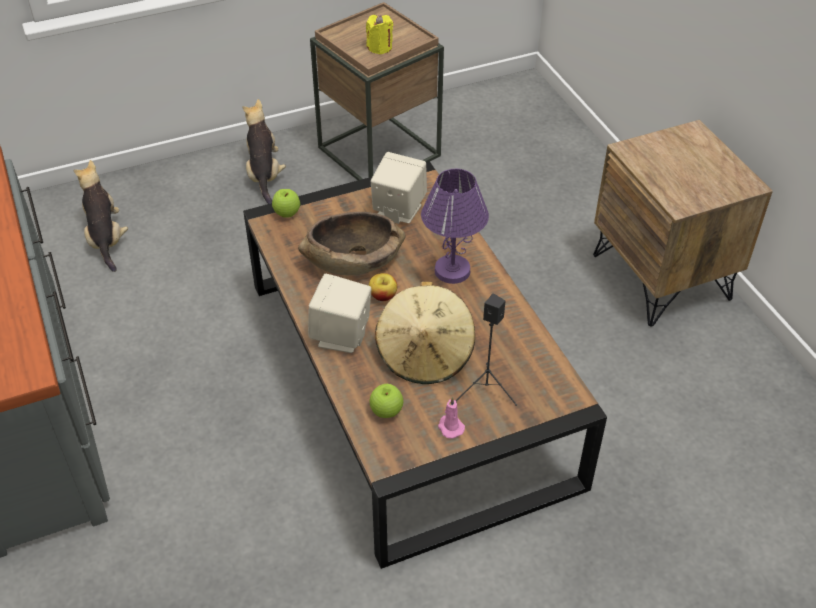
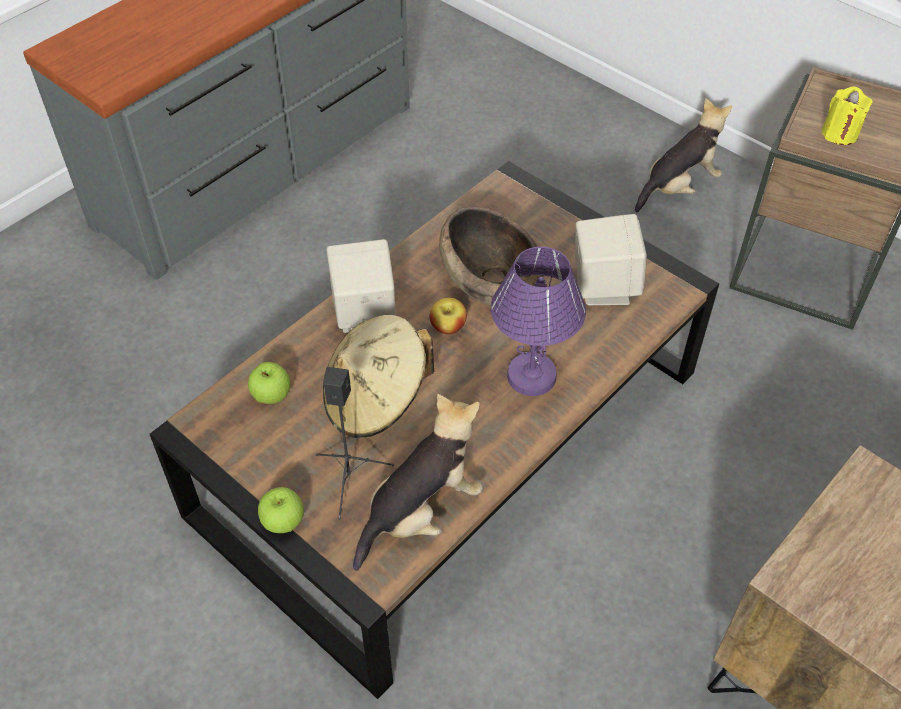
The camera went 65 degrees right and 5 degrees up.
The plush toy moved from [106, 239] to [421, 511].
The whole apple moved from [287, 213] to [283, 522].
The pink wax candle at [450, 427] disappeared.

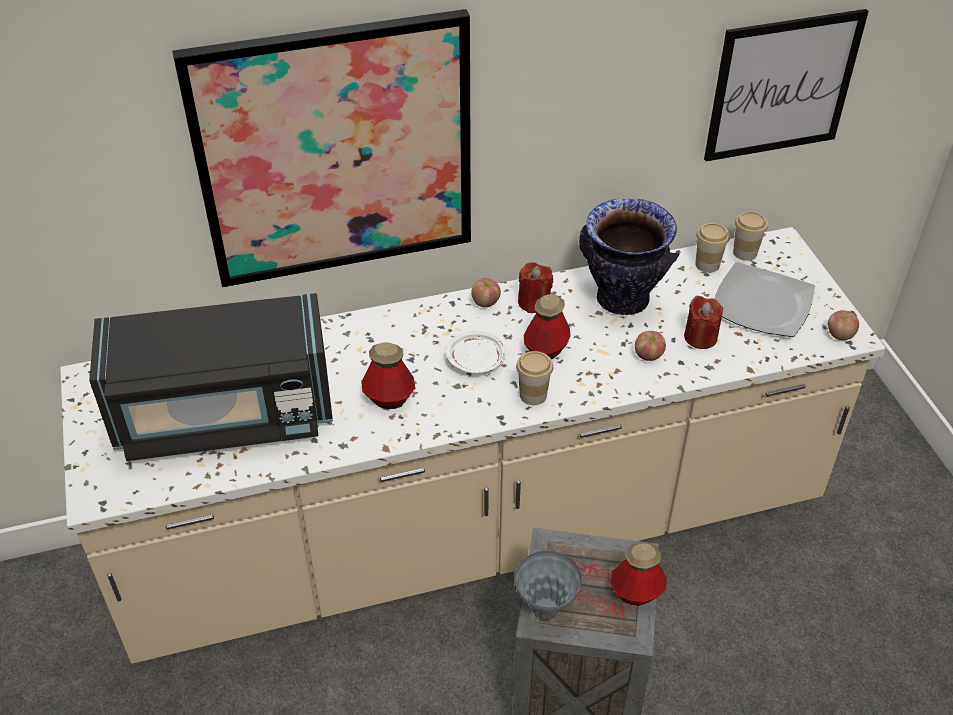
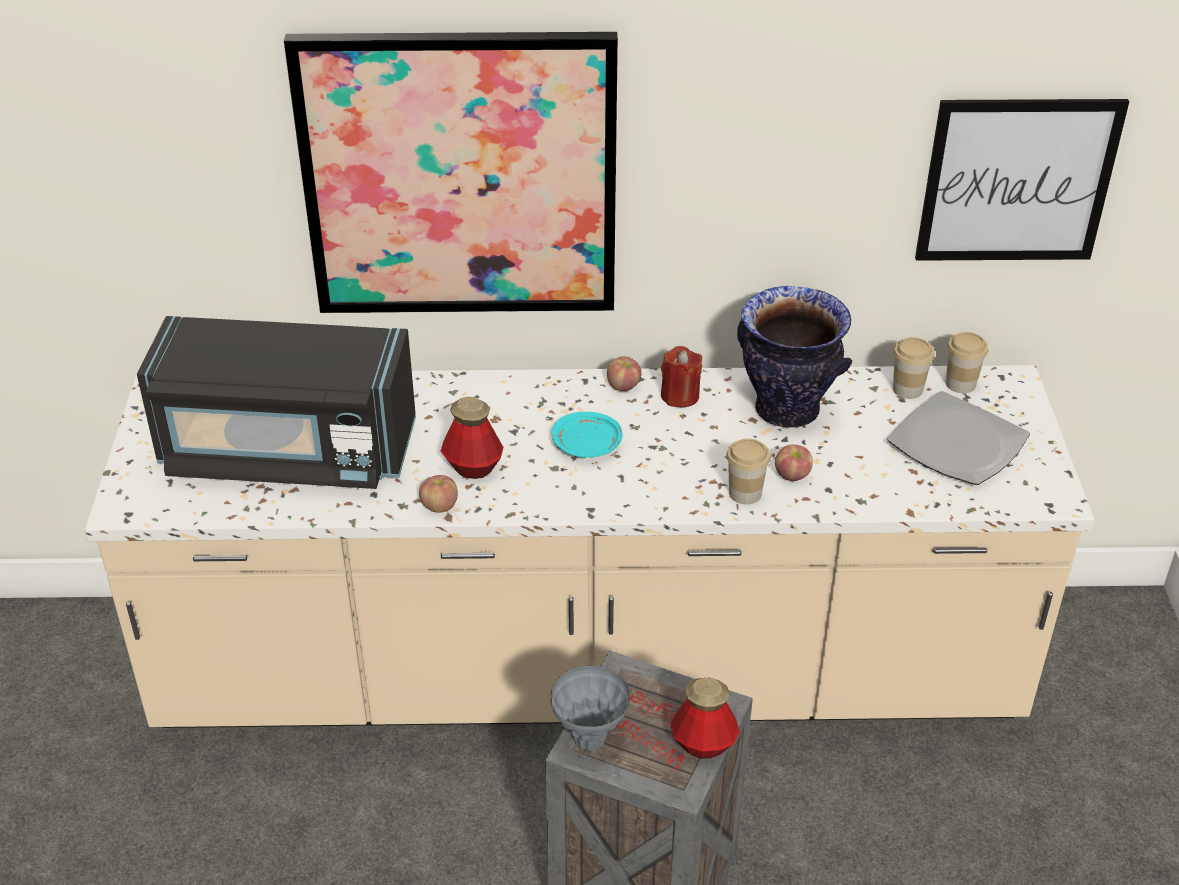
The camera went 15 degrees right and 5 degrees down.
The beverage bottle at [546, 349] disappeared.
The red wax candle at [700, 337] disappeared.
The whole apple moved from [839, 335] to [439, 506].
The whitish flat dish at [476, 360] became the turquoise-coloured flat dish at [588, 445].
The small cup moved from [533, 395] to [745, 493].

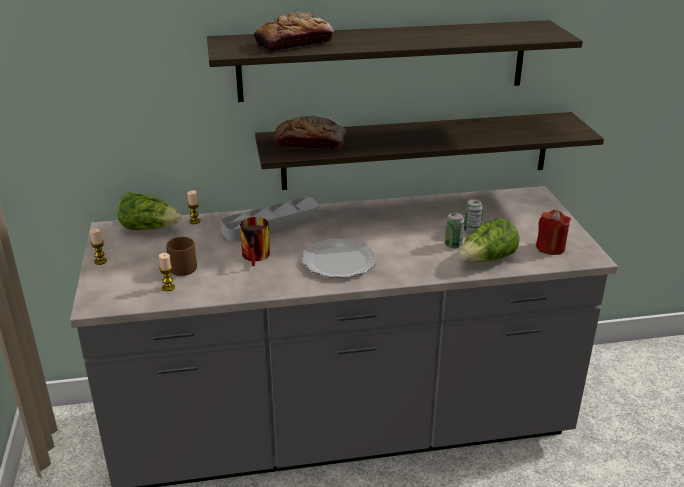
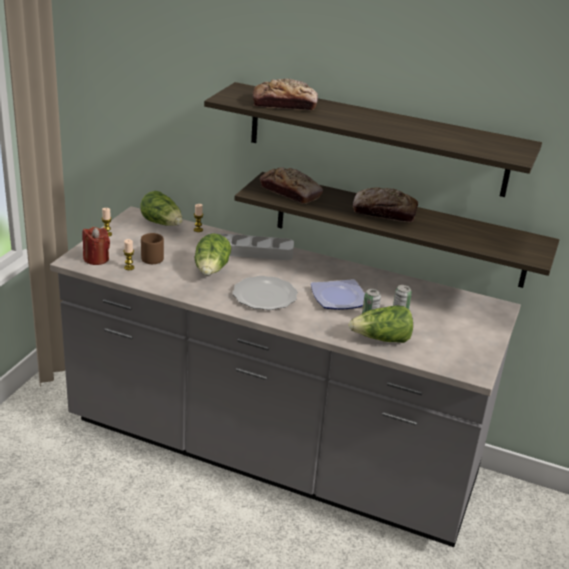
The camera went 30 degrees right and 0 degrees up.
The red wax candle moved from [550, 248] to [96, 259].
The coffee mug at [258, 256] was replaced by the head of lettuce at [211, 270].
The bakery bread at [384, 212] appeared.
The flat dish at [340, 298] appeared.

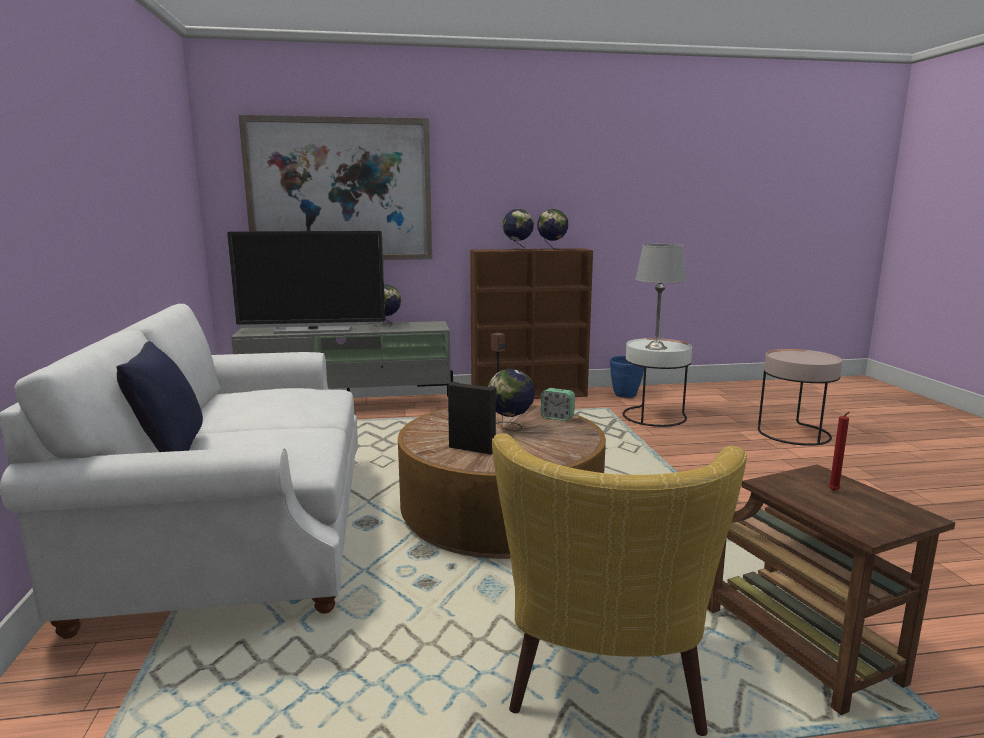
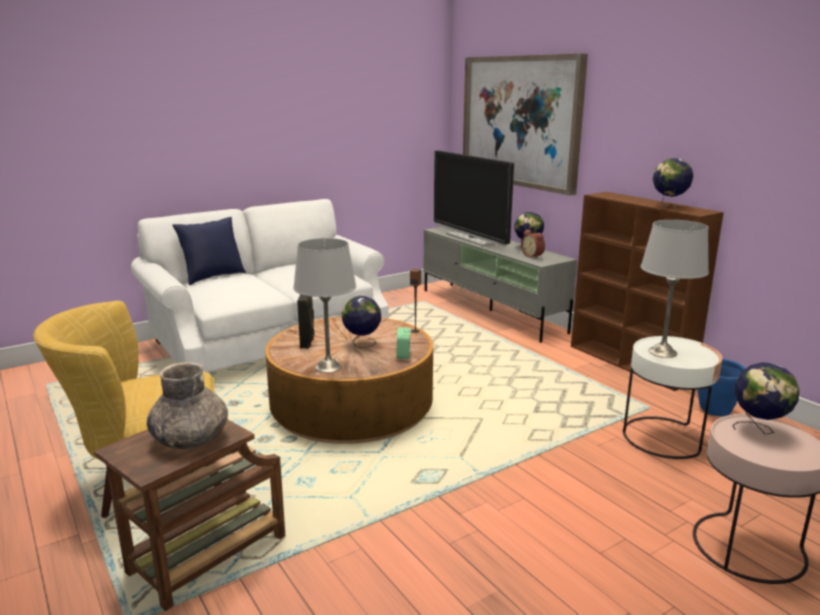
The camera went 65 degrees right and 5 degrees up.
The desk globe moved from [517, 249] to [758, 430].
The red wax candle at [834, 491] was replaced by the grey decorative vase at [190, 439].
The table clock at [533, 256] appeared.
The grey tabletop lamp at [328, 367] appeared.

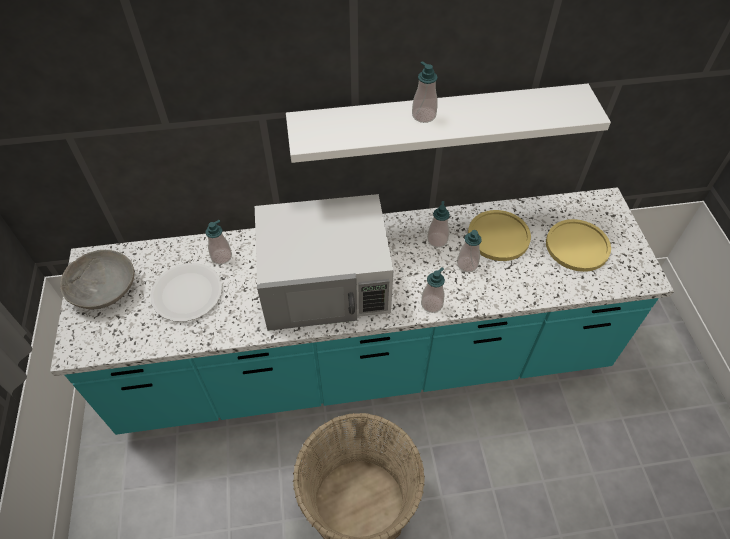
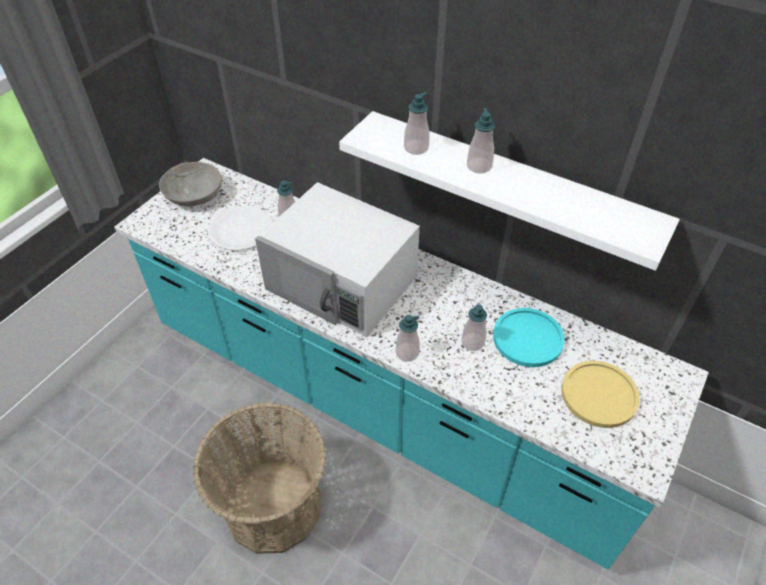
The camera went 40 degrees right and 5 degrees down.
The liquid soap bottle moved from [437, 240] to [416, 148].
The yellow-coloured flat dish at [498, 236] became the turquoise-coloured flat dish at [528, 338].

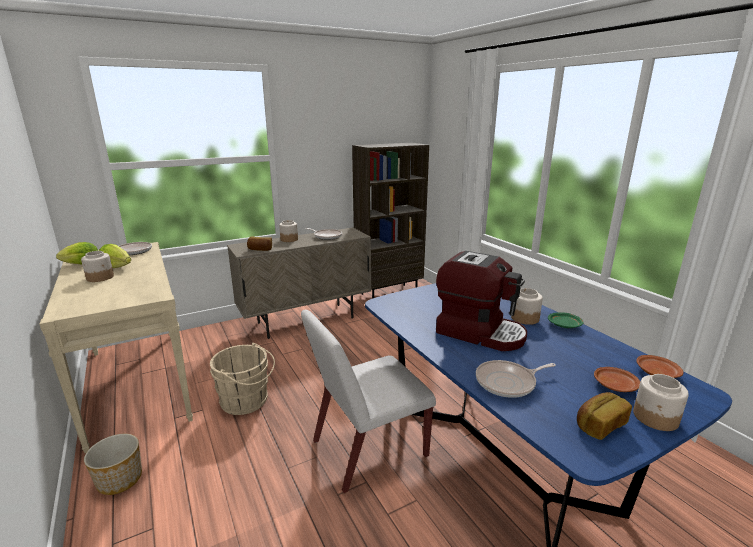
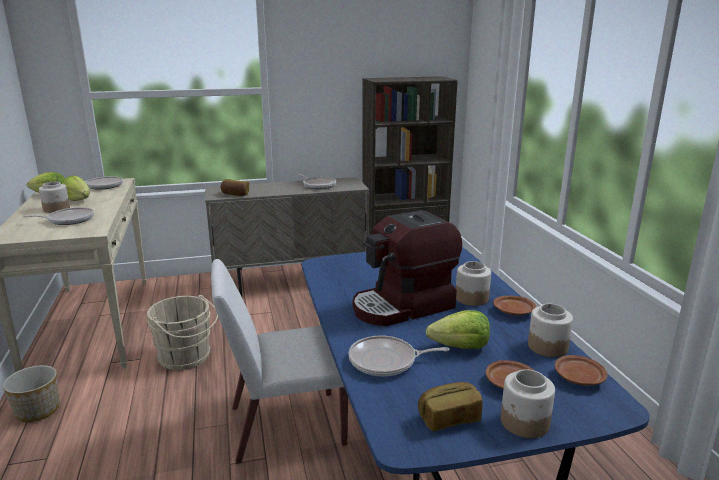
The camera went 15 degrees right and 0 degrees up.
The storage jar moved from [289, 239] to [547, 346].
The coffee brewer at [480, 332] turned 105 degrees clockwise.
The green-coloured flat dish at [564, 325] became the brownish flat dish at [514, 312].
The skillet at [68, 220] appeared.
The head of lettuce at [460, 347] appeared.

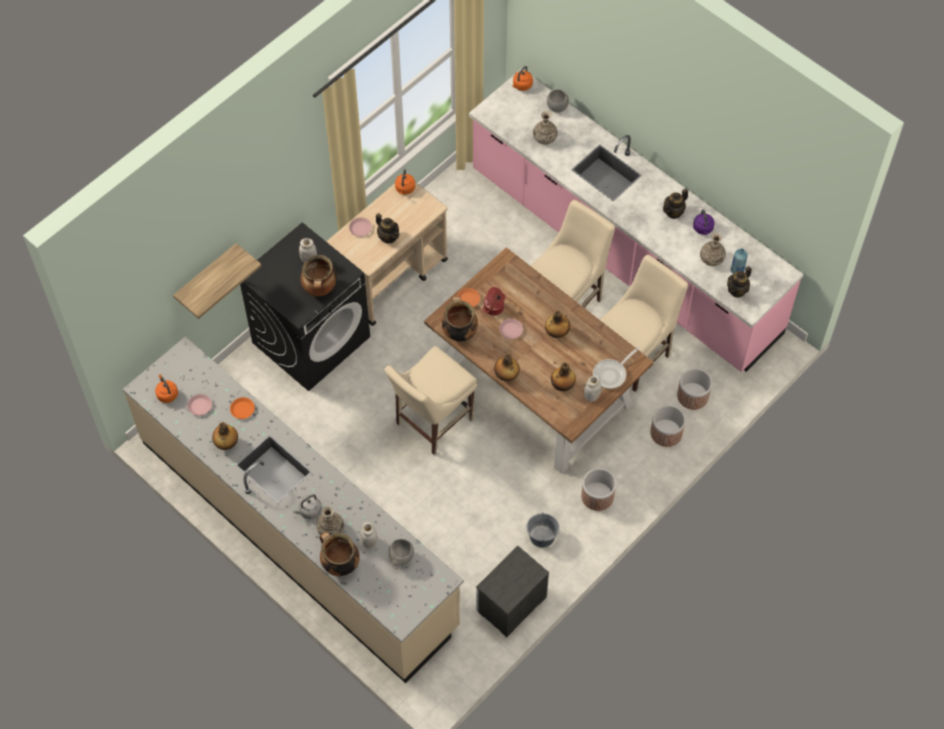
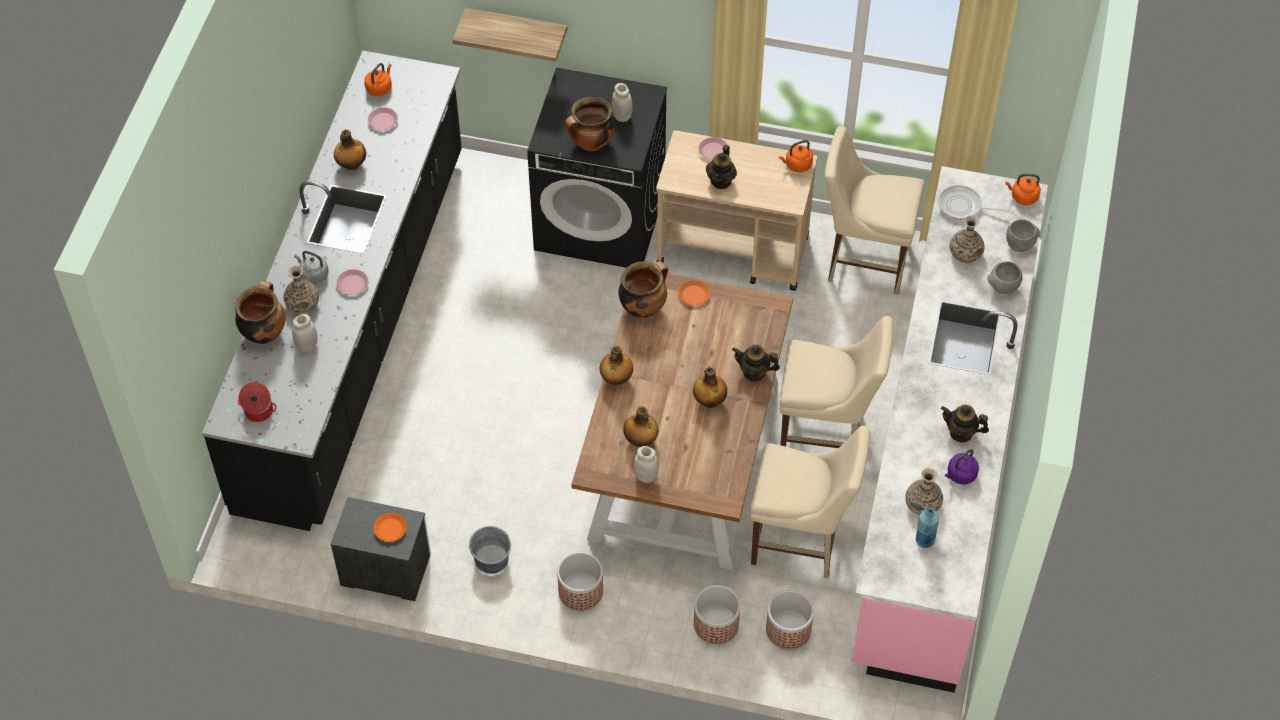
The camera went 60 degrees right and 5 degrees down.
The tea pot moved from [737, 290] to [754, 372].
The saucepot moved from [494, 308] to [258, 412].
The pink flat dish moved from [511, 330] to [352, 284].
The beige kitchen counter at [298, 532] became the blackish kitchen counter at [355, 327].
The beige upright chair moved from [431, 423] to [863, 260].
The skillet moved from [612, 374] to [963, 207].
The orangey flat dish moved from [242, 409] to [390, 529].
The grey serving bowl moved from [401, 557] to [1003, 287].

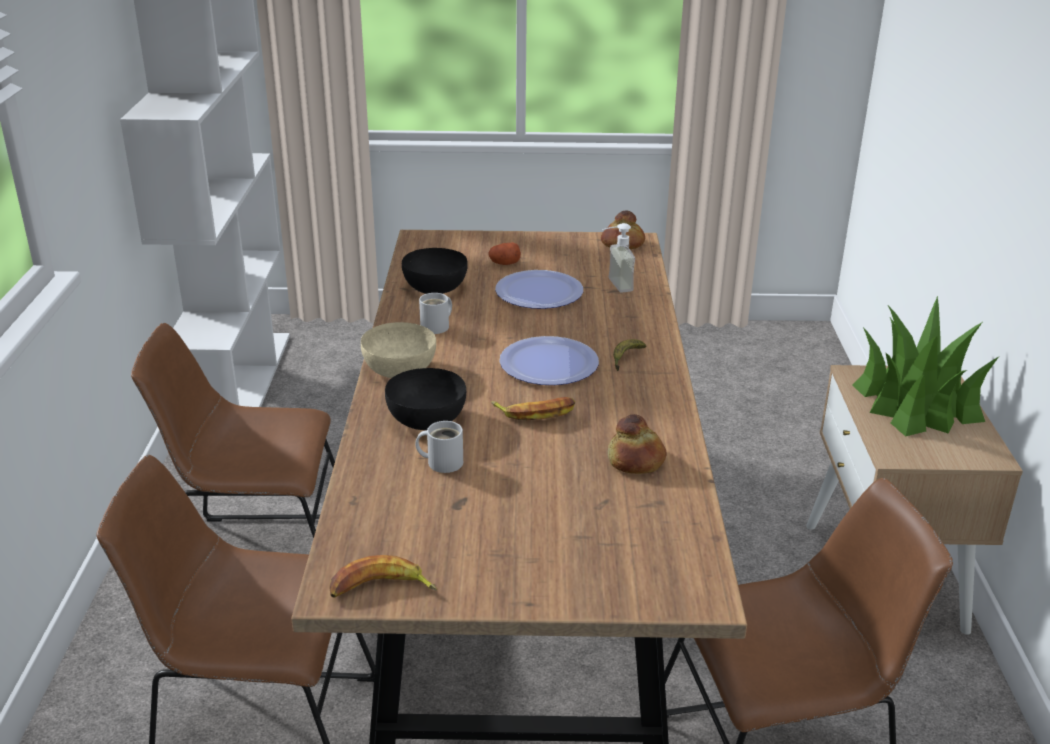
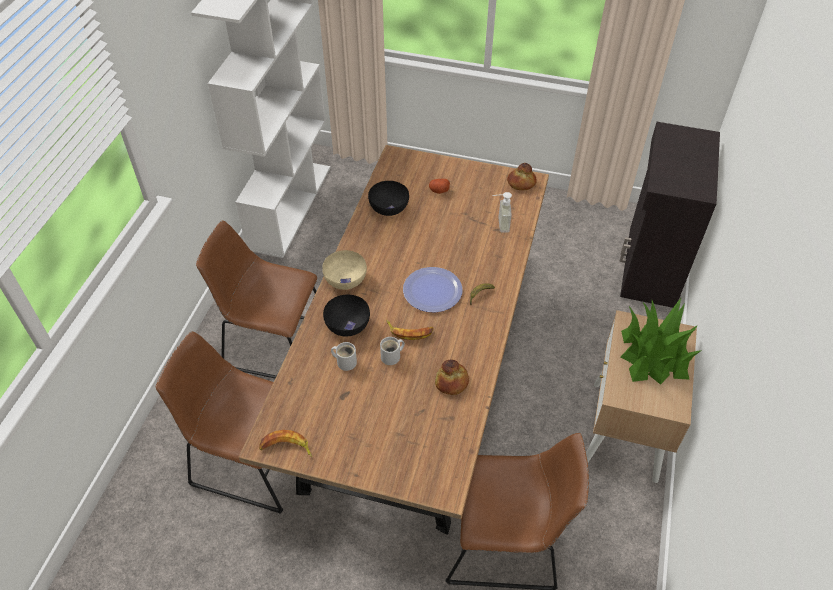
The camera went 15 degrees right and 20 degrees up.
The flat dish at [539, 292] disappeared.
The whitish coffee mug moved from [437, 326] to [392, 356].
The blackish cabinet at [649, 266] appeared.

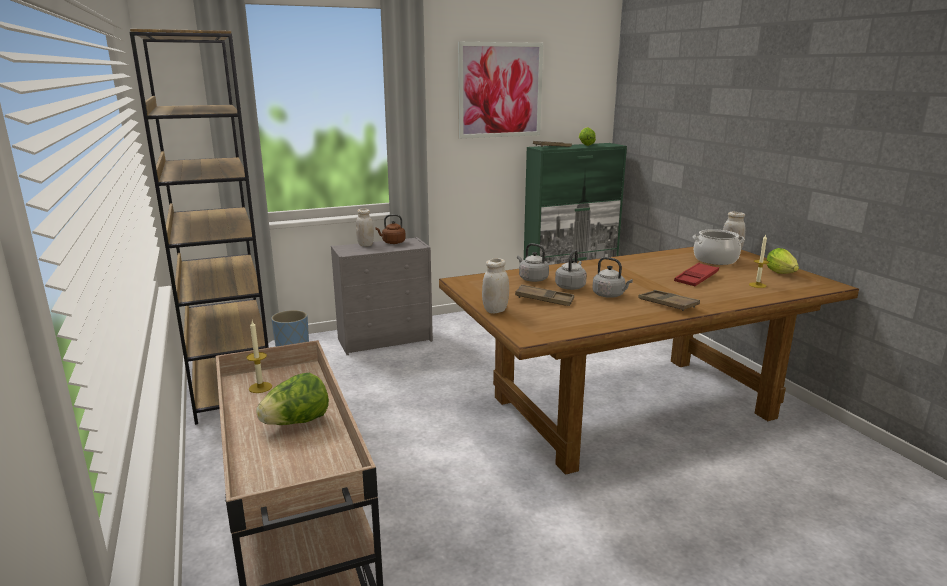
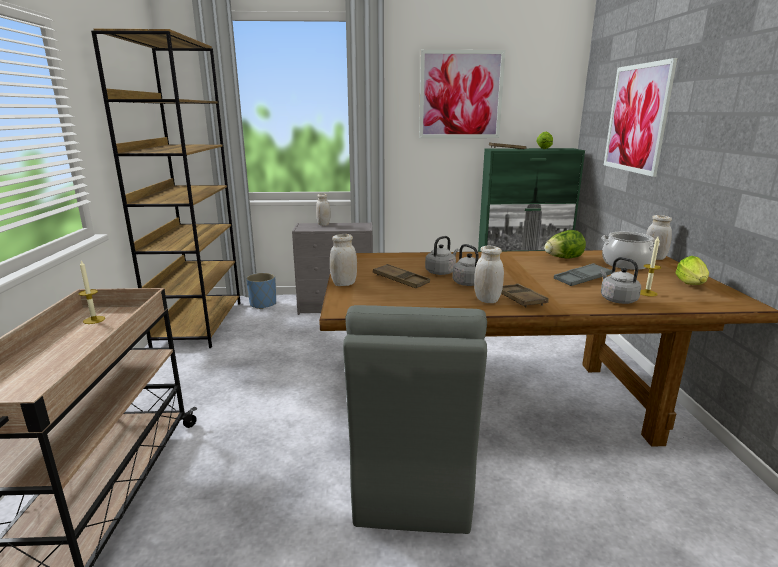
The camera went 20 degrees right and 0 degrees up.
The brownish kettle at [392, 242] disappeared.
The grey kettle moved from [532, 279] to [616, 299].
The red tray at [696, 278] became the grey tray at [582, 279].
The head of lettuce moved from [296, 422] to [563, 258].
The wall picture at [637, 118] appeared.
The whitish storage jar at [487, 300] appeared.
The grey upright chair at [412, 481] appeared.

